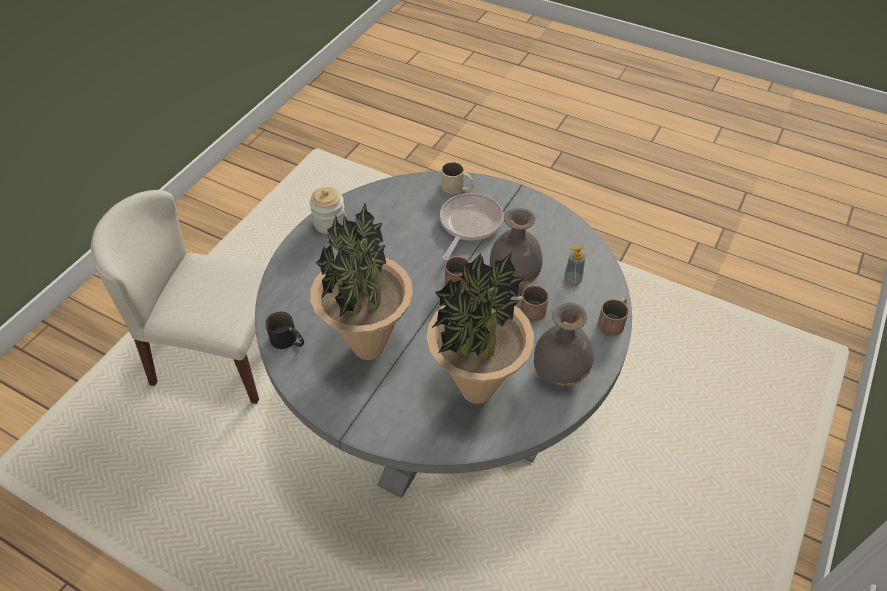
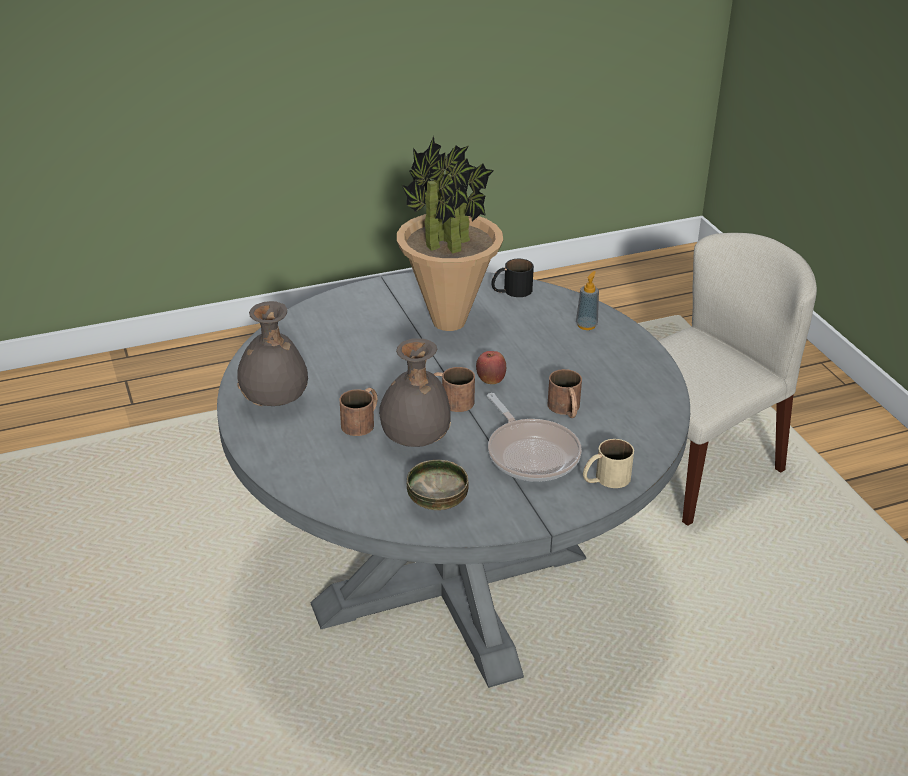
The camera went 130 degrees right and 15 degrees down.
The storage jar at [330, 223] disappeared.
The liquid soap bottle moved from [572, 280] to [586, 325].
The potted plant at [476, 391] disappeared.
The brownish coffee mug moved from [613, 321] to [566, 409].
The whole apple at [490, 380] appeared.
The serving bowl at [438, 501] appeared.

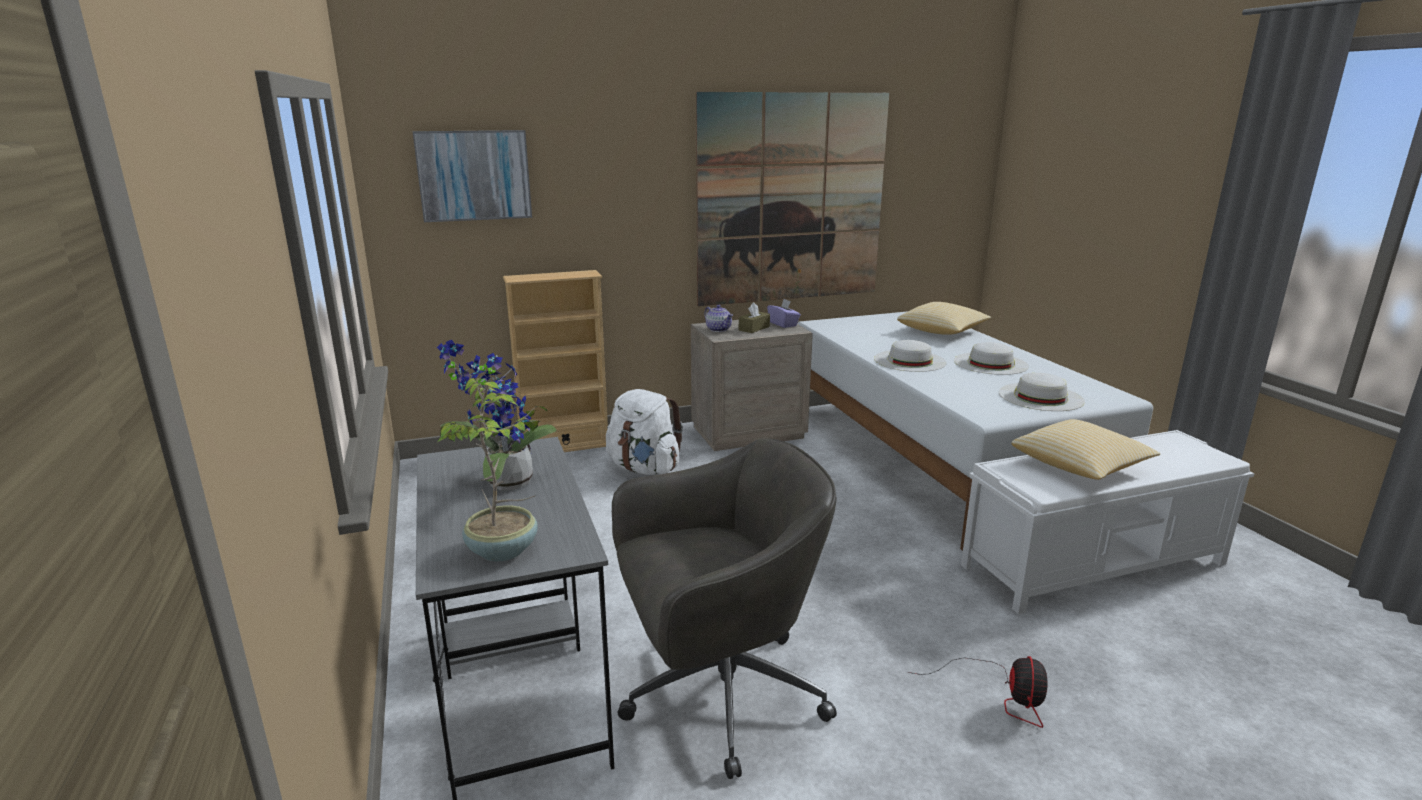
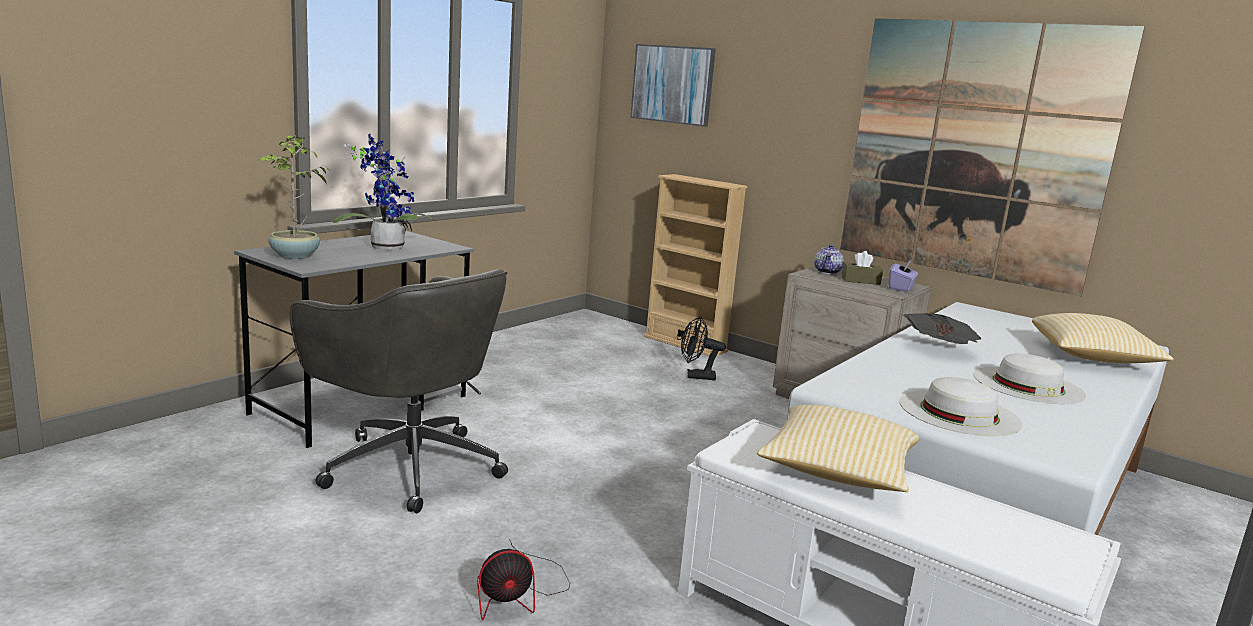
The camera went 55 degrees right and 5 degrees down.
The whitish wearable hat at [910, 360] was replaced by the daily paper at [939, 349].
The whitish rucksack at [644, 468] was replaced by the blackish electric fan at [696, 376].

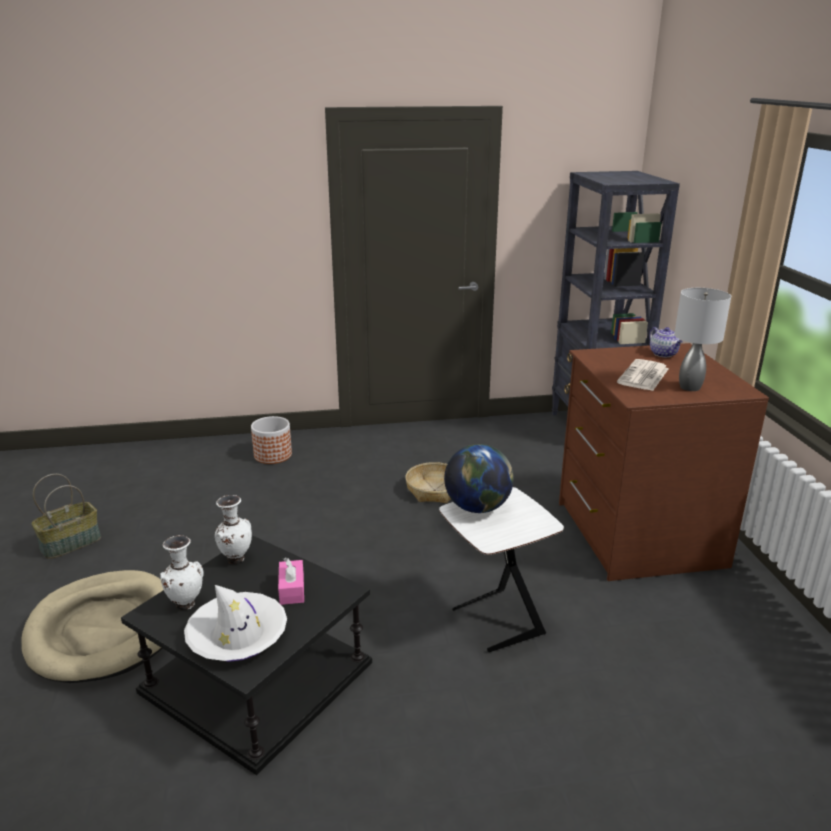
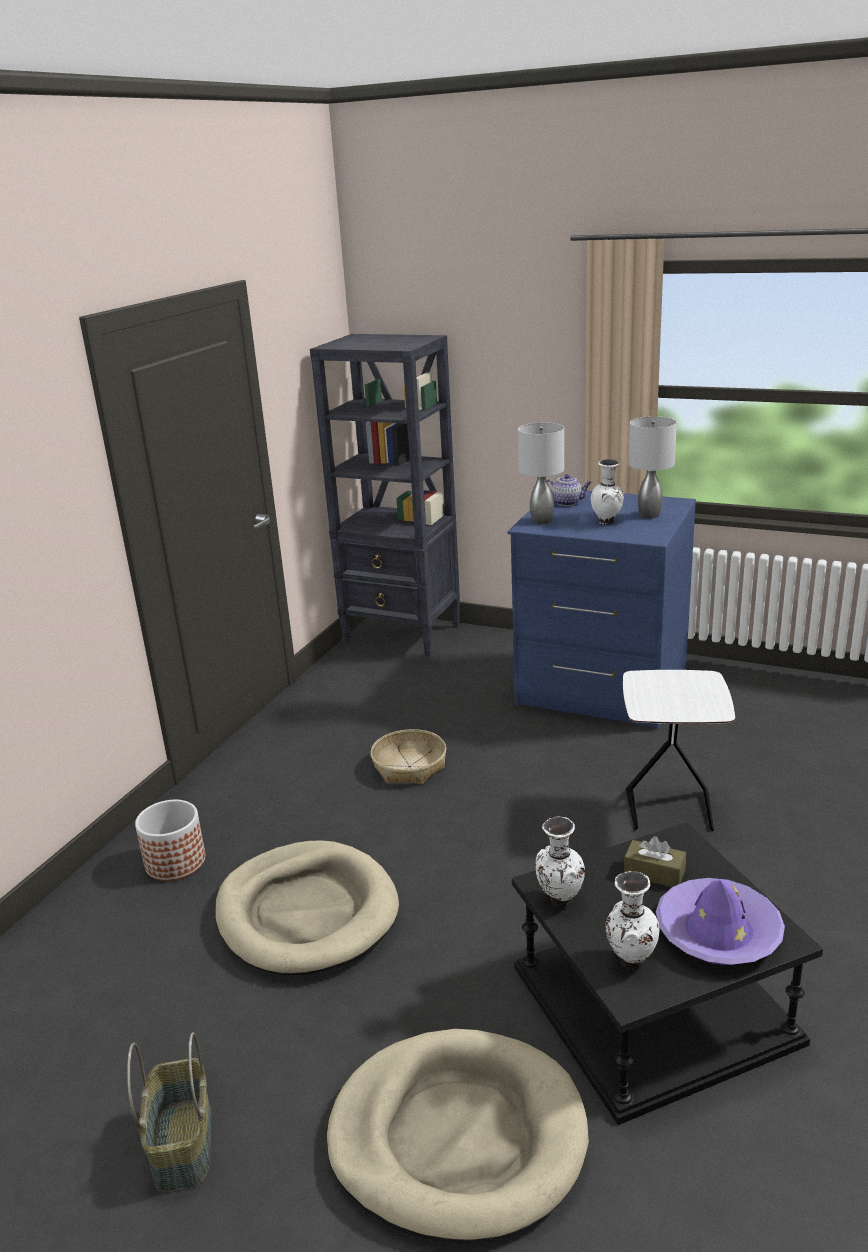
The camera went 55 degrees left and 0 degrees up.
The brownish chest of drawers at [636, 534] became the bluish chest of drawers at [601, 688].
The daily paper at [643, 376] was replaced by the whitish decorative vase at [607, 522].
The desk globe at [478, 507] disappeared.
The pink box of tissues at [292, 589] became the brownish box of tissues at [654, 873].
The whitish wearable hat at [237, 635] became the purple-coloured wearable hat at [717, 932].
The grey tabletop lamp at [541, 521] appeared.
The beige dog bed at [307, 913] appeared.

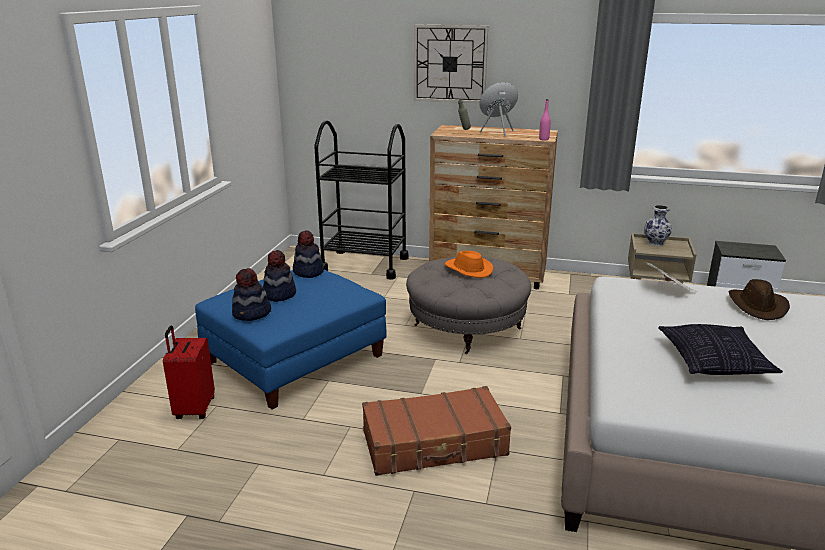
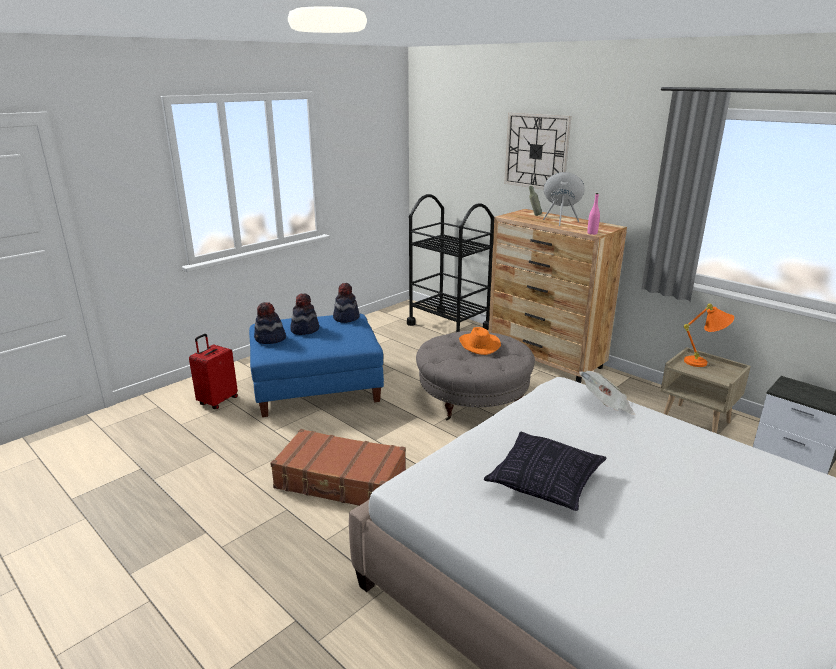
The camera went 30 degrees right and 0 degrees up.
The decorative vase at [656, 243] was replaced by the orangey tabletop lamp at [704, 363].
The brownish wearable hat at [757, 306] disappeared.

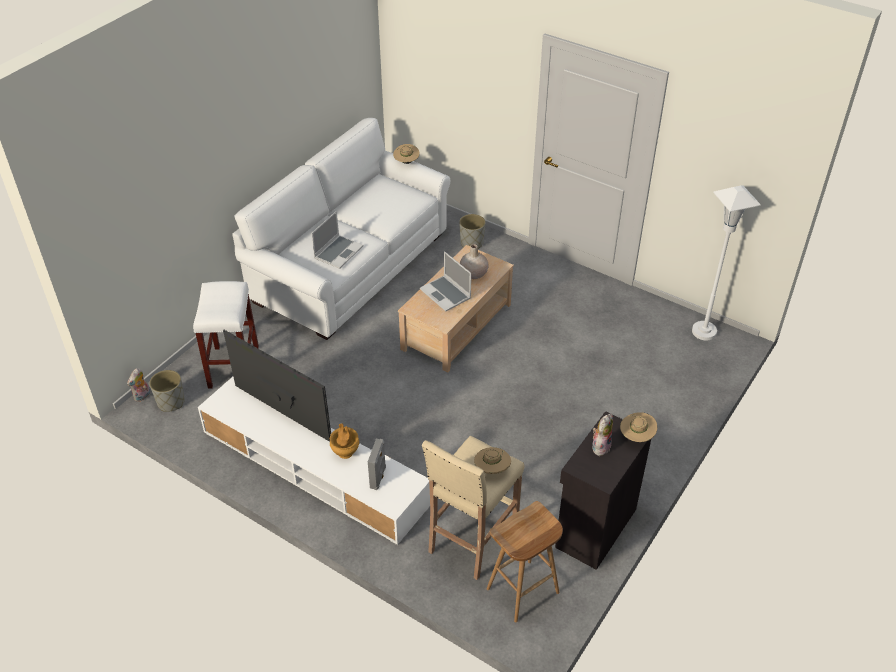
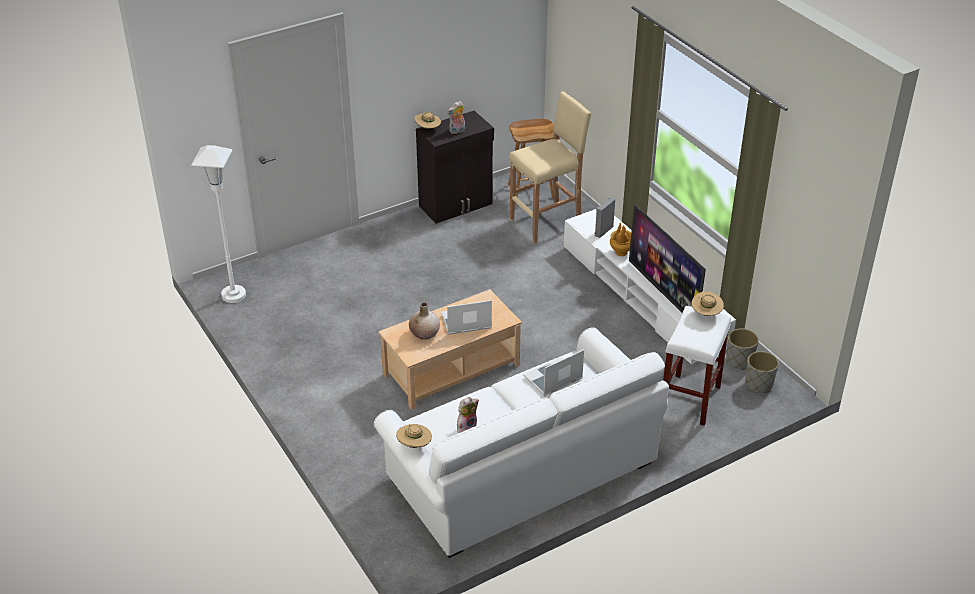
The camera went 155 degrees left and 5 degrees down.
The grey planter moved from [472, 242] to [739, 361].
The portable computer at [446, 294] turned 90 degrees counterclockwise.
The plush toy moved from [142, 396] to [466, 428].
The beige wearable hat moved from [492, 469] to [706, 313].

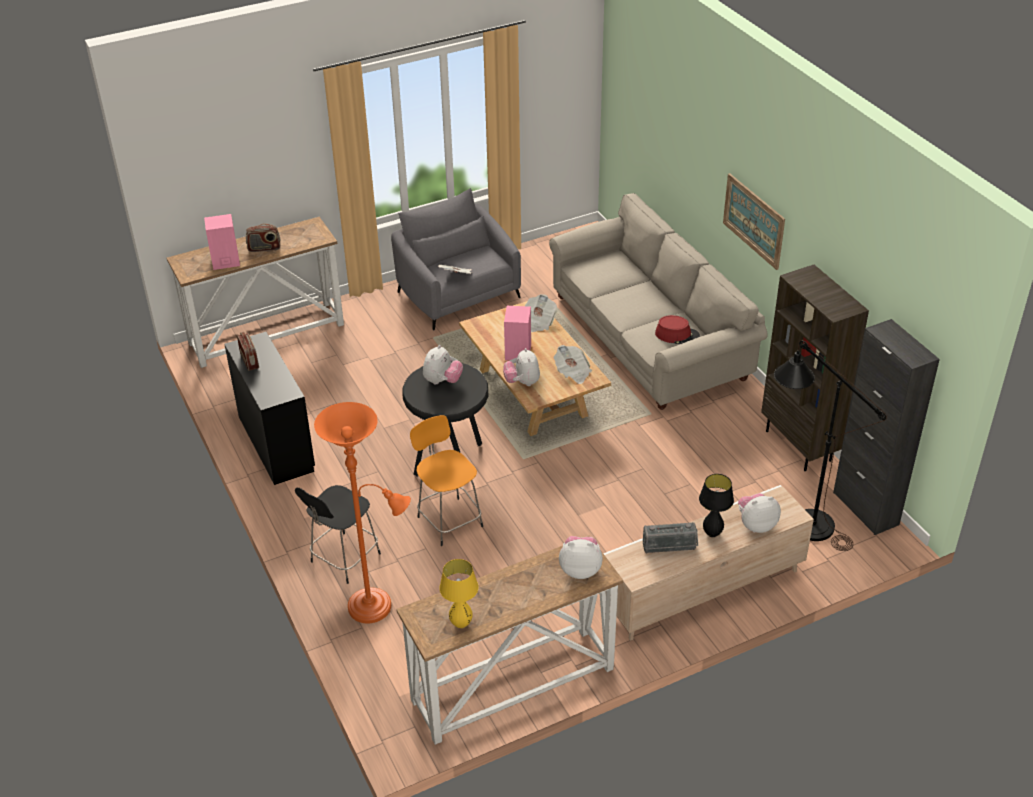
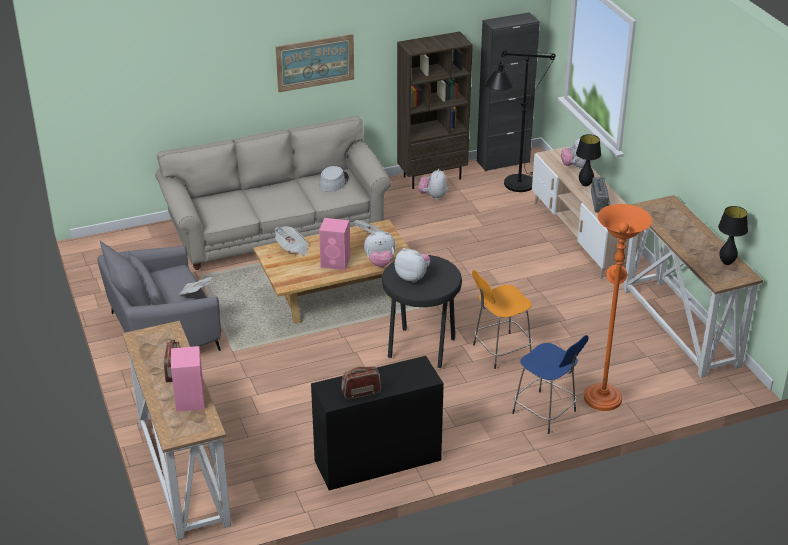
The camera went 85 degrees left and 5 degrees down.
The red wearable hat at [677, 335] became the grey wearable hat at [333, 182].
The blackish stool seat at [343, 559] became the bluish stool seat at [546, 413].
The plush toy moved from [580, 569] to [433, 196].
The yellow-coloured tabletop lamp at [461, 624] became the blackish tabletop lamp at [726, 262].

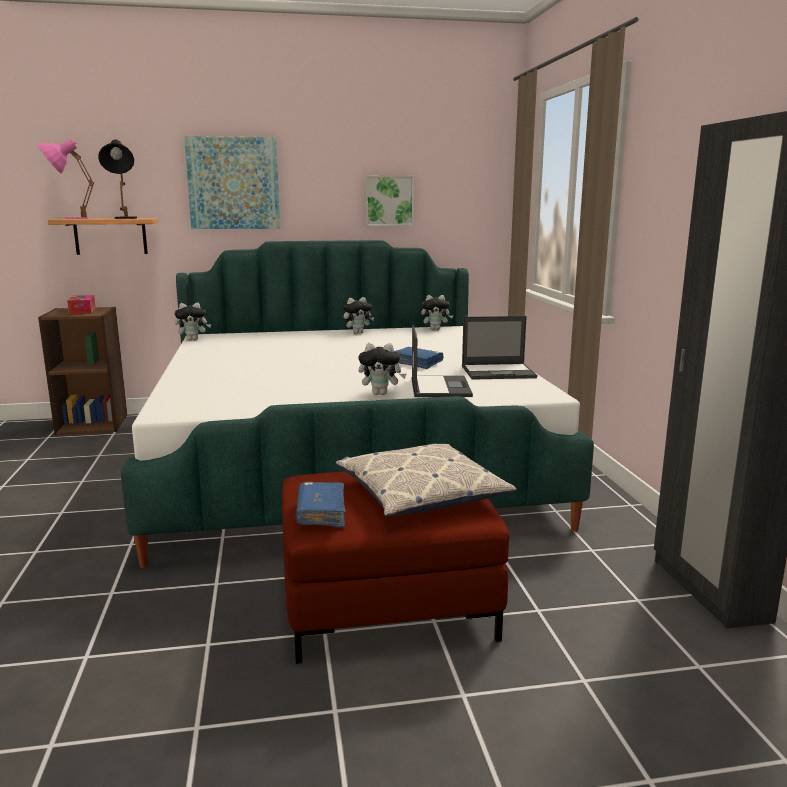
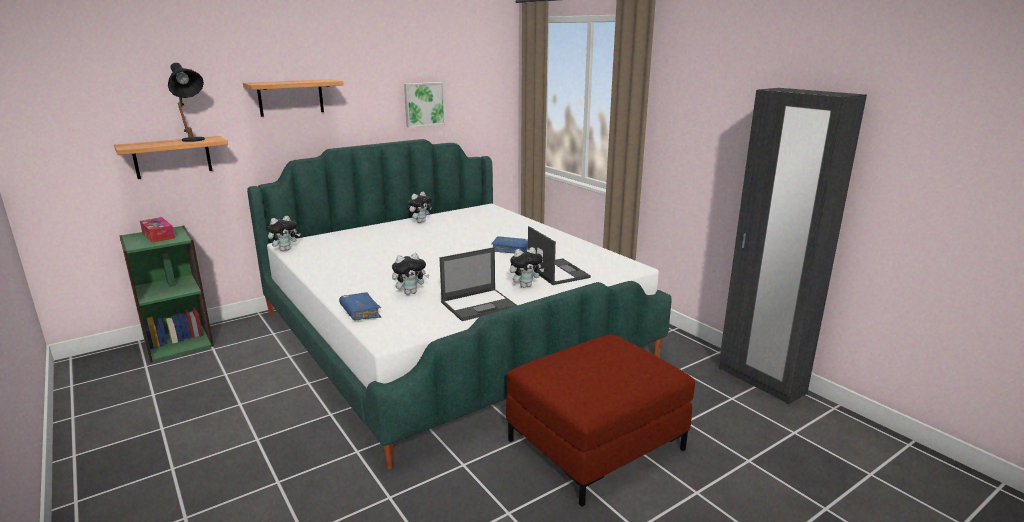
The camera went 25 degrees left and 5 degrees up.
The wall picture at [233, 183] was replaced by the shelf at [291, 97].
The pink tabletop lamp at [67, 218] disappeared.
The plush toy moved from [436, 329] to [410, 292].
The brownish bookshelf at [93, 424] became the green-coloured bookshelf at [178, 342].
The portable computer moved from [499, 372] to [479, 305].
The cushion at [421, 492] disappeared.
The bluish book moved from [321, 513] to [360, 312].

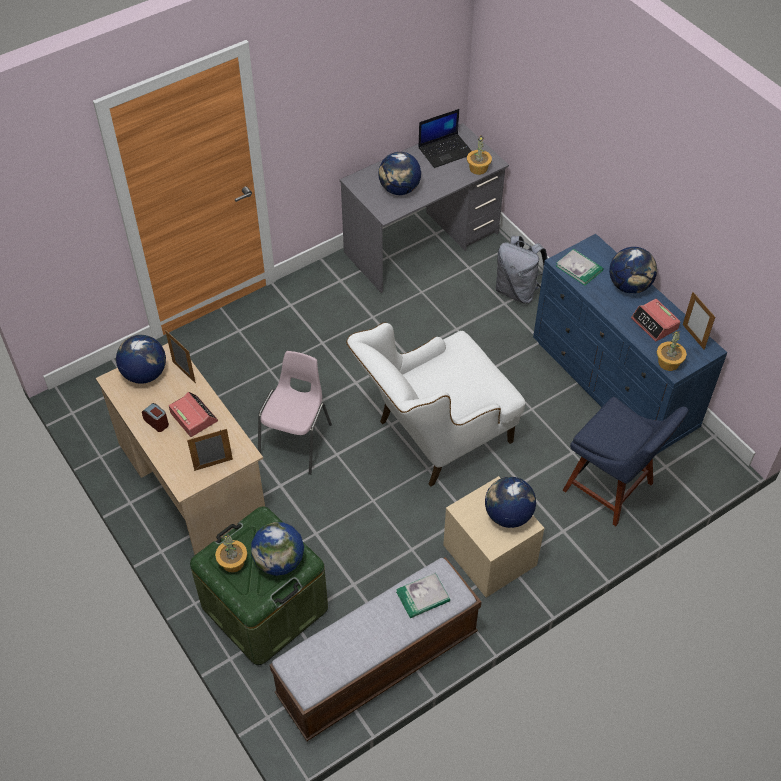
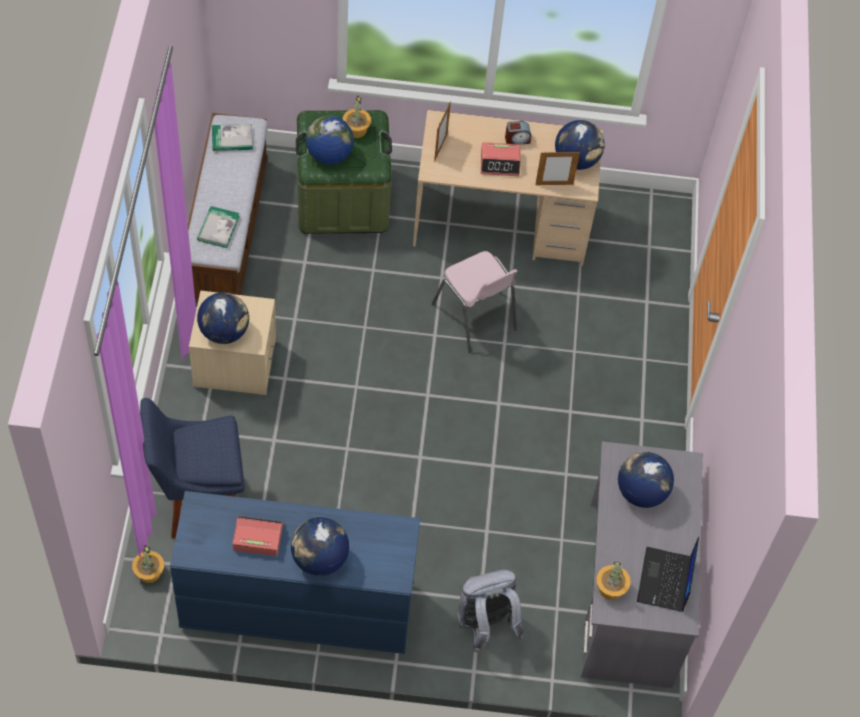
The camera went 125 degrees right and 5 degrees up.
The book moved from [579, 268] to [232, 139].
The photo frame at [693, 337] disappeared.
The whitish armchair at [433, 438] disappeared.
The potted plant moved from [668, 363] to [149, 572].

